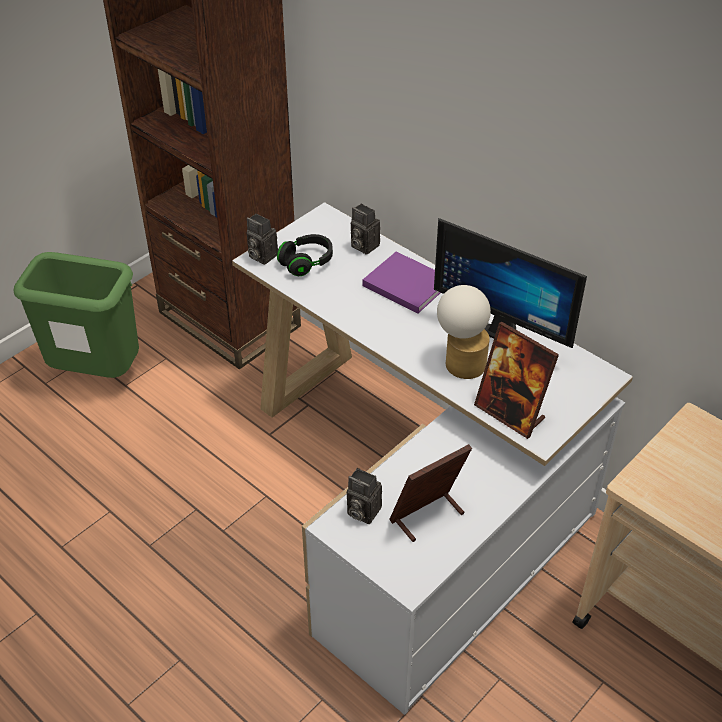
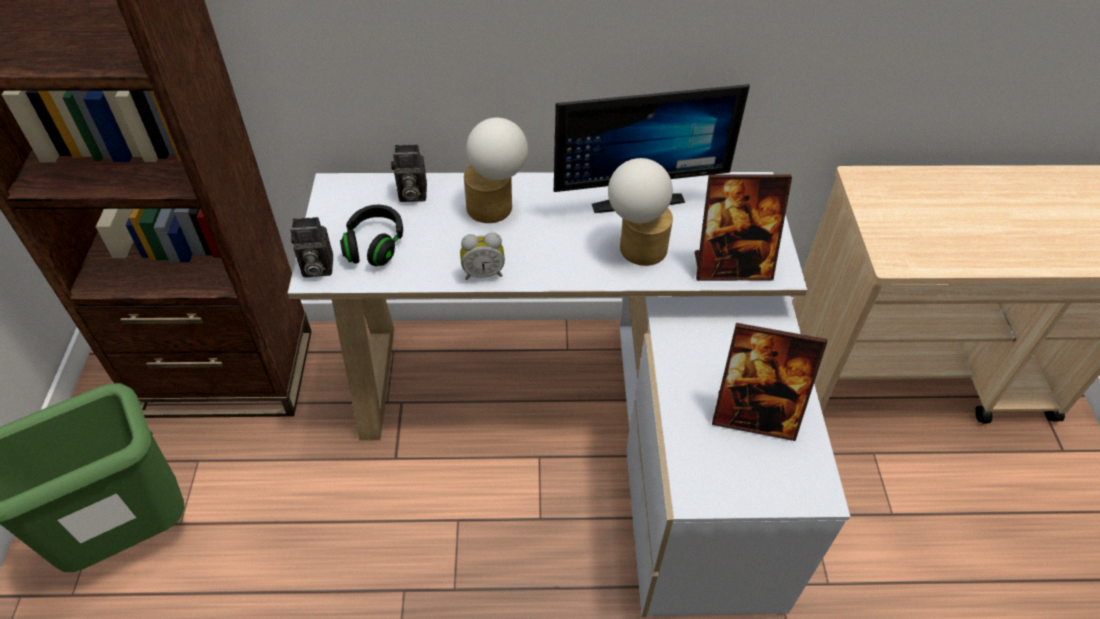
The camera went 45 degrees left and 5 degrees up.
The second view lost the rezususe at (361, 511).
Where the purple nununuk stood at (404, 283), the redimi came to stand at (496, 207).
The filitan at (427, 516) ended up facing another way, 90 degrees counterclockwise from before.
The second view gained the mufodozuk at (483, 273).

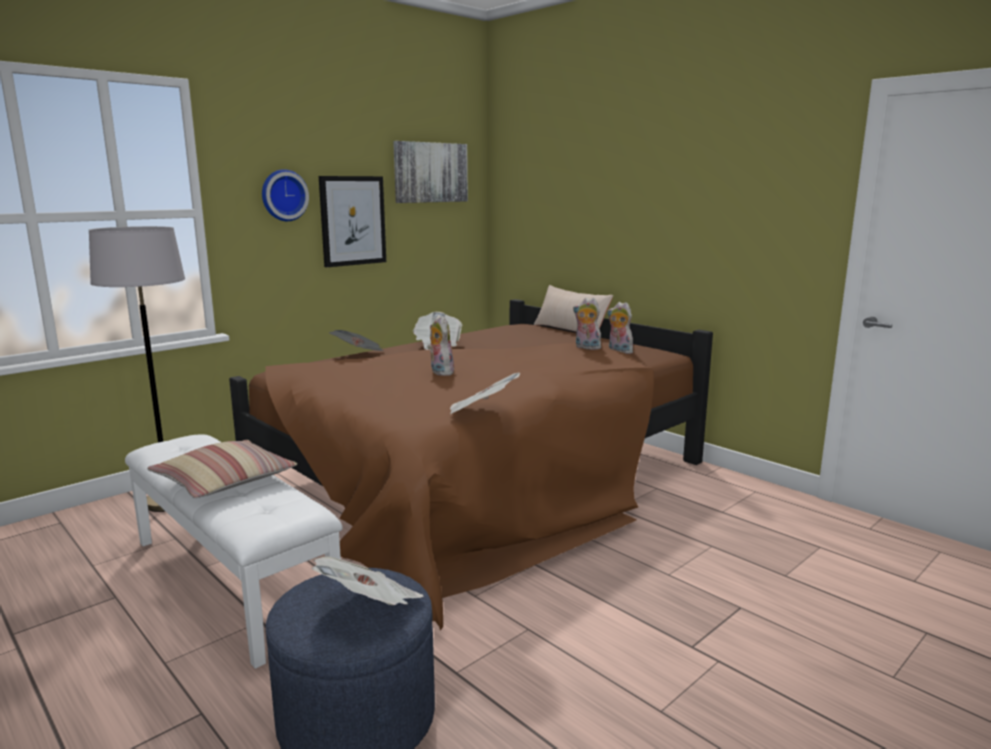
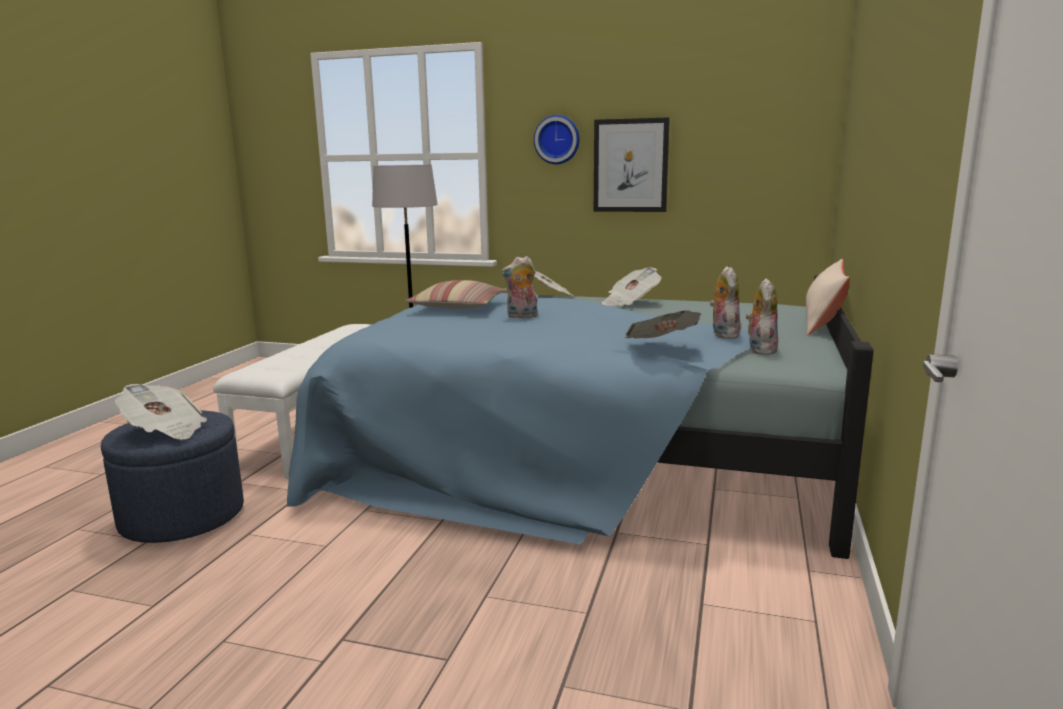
The camera went 60 degrees right and 0 degrees up.
The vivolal ended up elsewhere, having gone from (224, 481) to (458, 307).
What was the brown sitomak at (480, 480) turned into the blue sitomak at (586, 453).
The second view lost the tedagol at (430, 172).
The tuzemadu at (440, 372) ended up facing another way, 135 degrees counterclockwise from before.
The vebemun ended up elsewhere, having gone from (481, 412) to (661, 346).

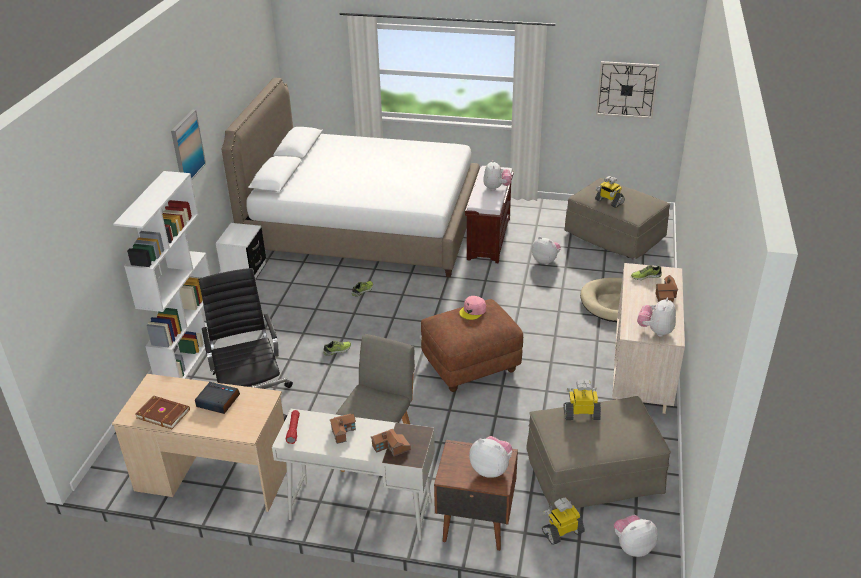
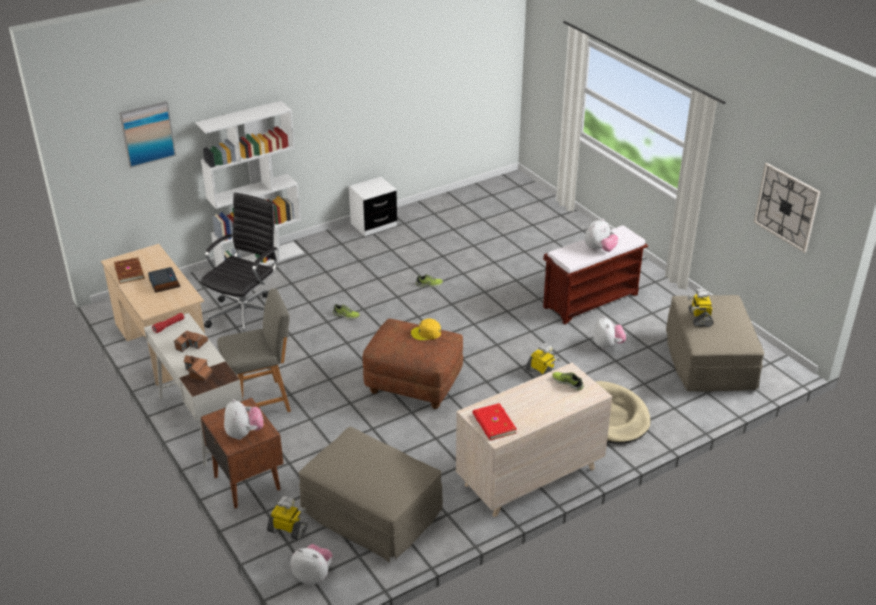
The camera went 45 degrees right and 0 degrees up.
The tedagol ended up elsewhere, having gone from (187, 147) to (147, 134).
The second view lost the white sitomak at (364, 227).
What was the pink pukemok at (473, 311) turned into the yellow pukemok at (426, 333).
The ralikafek ended up elsewhere, having gone from (581, 414) to (542, 373).
Where the tuzemadu stood at (655, 331), the red nununuk came to stand at (493, 424).
The second view lost the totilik at (665, 294).

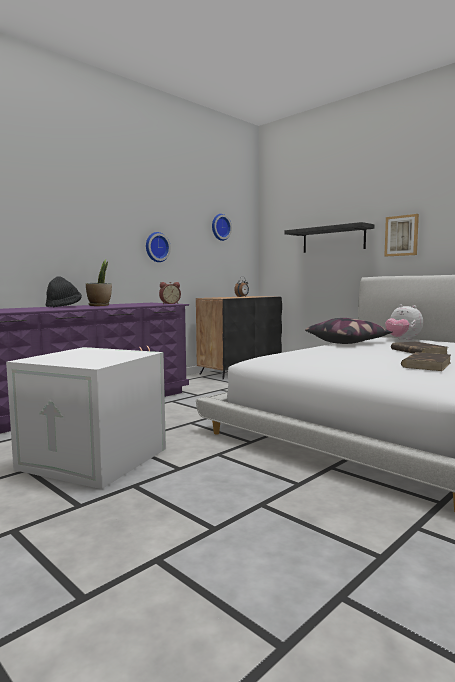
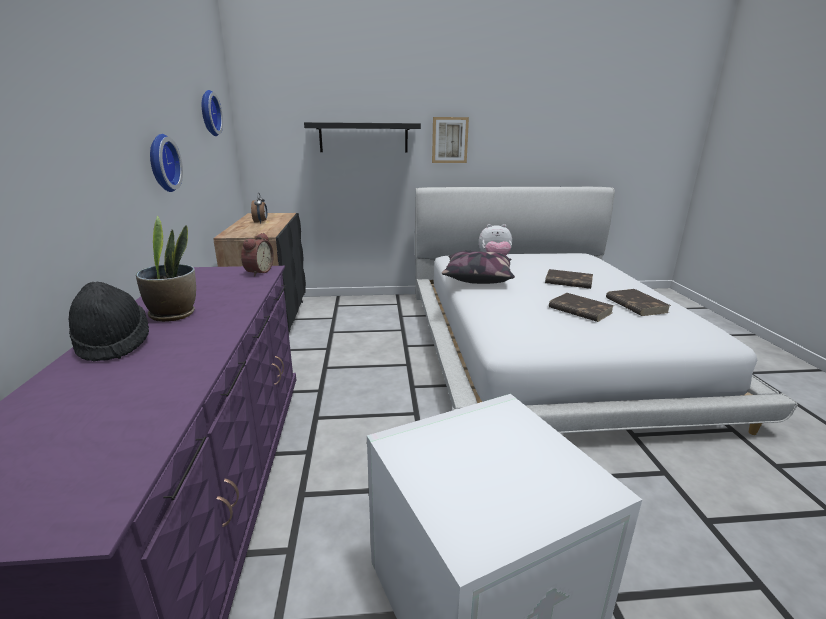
The camera went 50 degrees left and 15 degrees up.
The second view gained the brown nununuk at (579, 310).

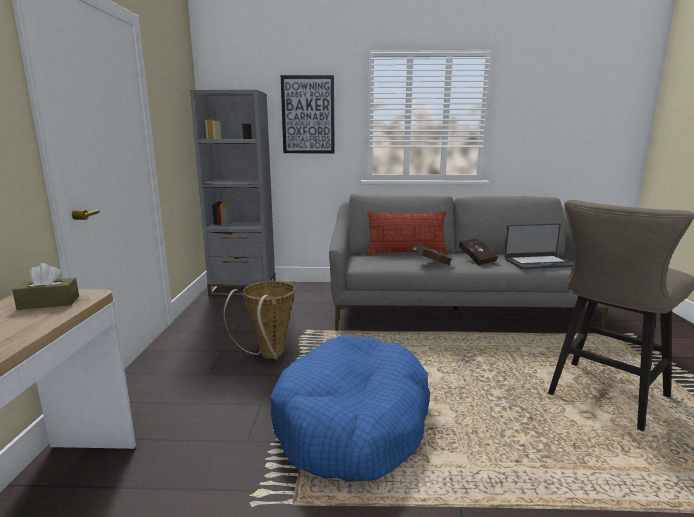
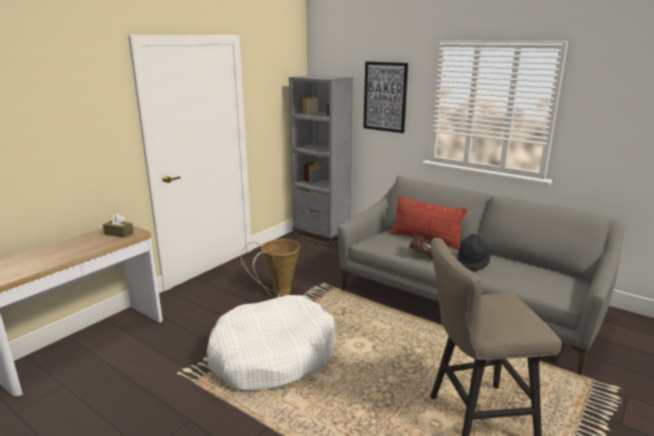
The camera went 35 degrees right and 5 degrees up.
What was the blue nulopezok at (353, 422) turned into the white nulopezok at (273, 356).
Where the red nununuk stood at (476, 259), the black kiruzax came to stand at (472, 262).
The second view lost the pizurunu at (538, 262).

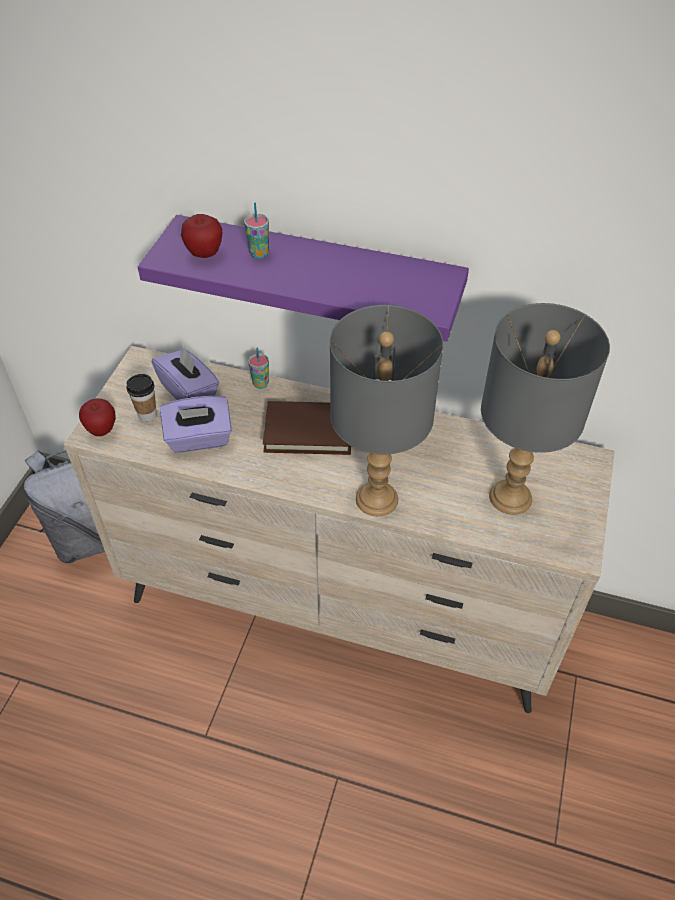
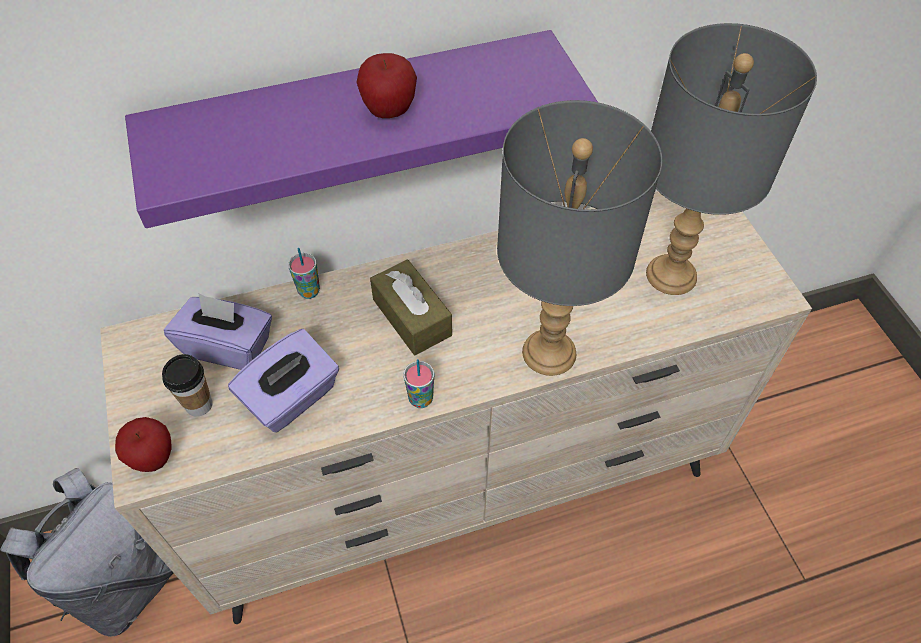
The camera went 35 degrees left and 5 degrees up.
The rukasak ended up elsewhere, having gone from (204, 254) to (389, 112).
The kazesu ended up elsewhere, having gone from (259, 254) to (420, 399).
Where the brown nununuk stood at (308, 431), the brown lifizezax came to stand at (412, 317).

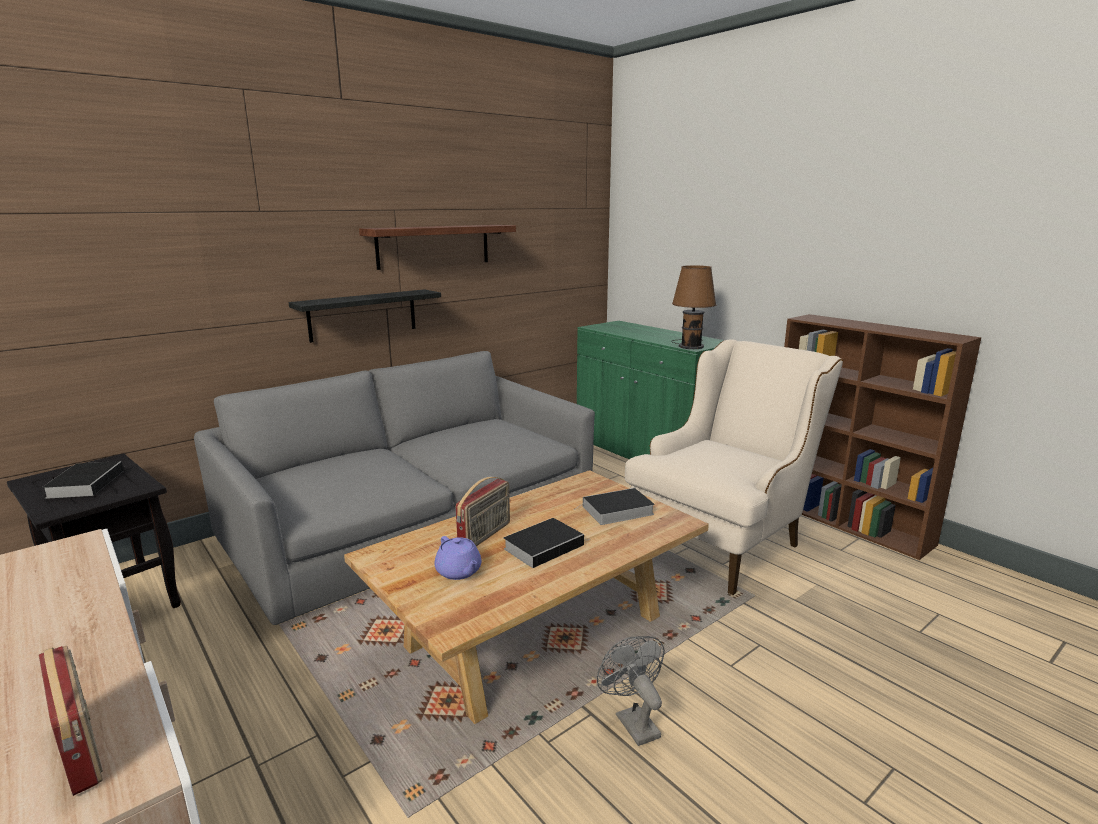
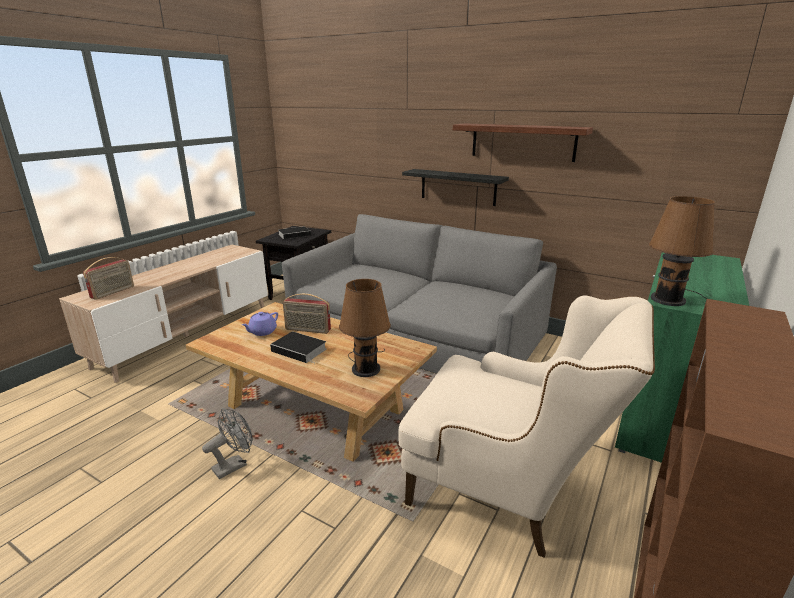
The camera went 70 degrees right and 5 degrees up.
Where the nununuk stood at (616, 511), the brown redimi came to stand at (365, 367).

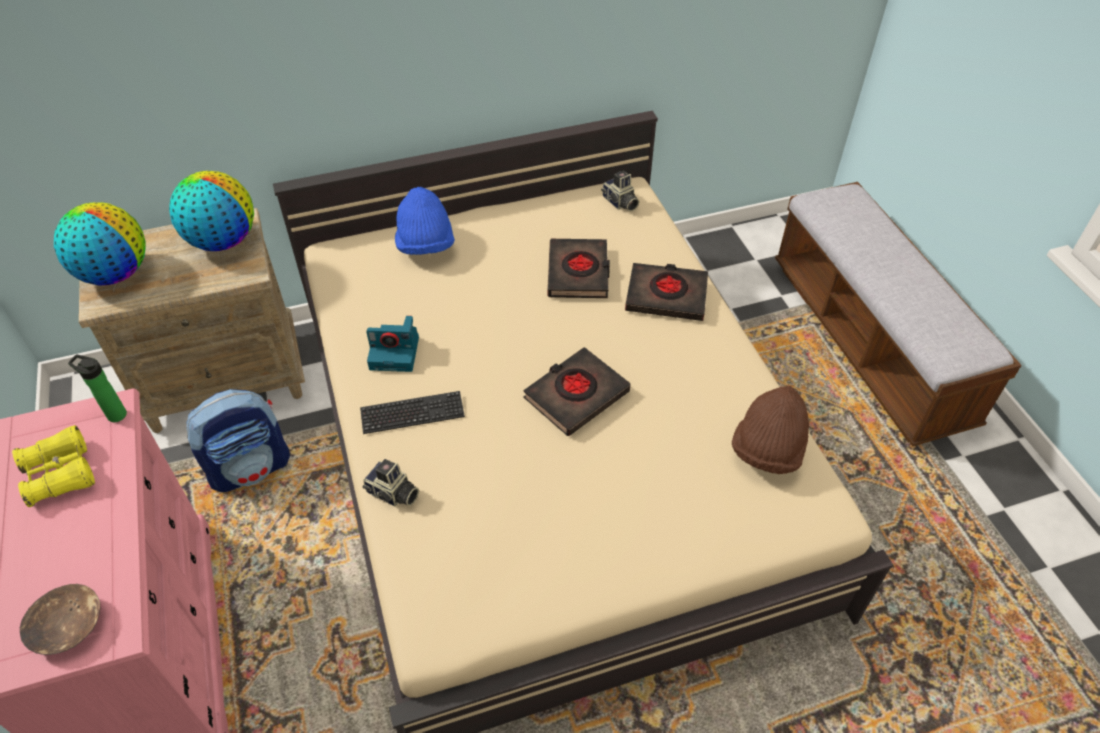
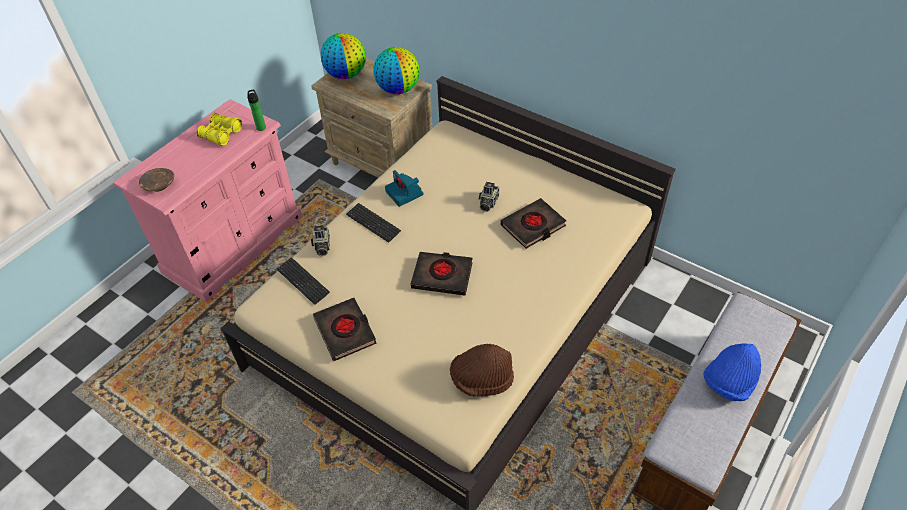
The camera went 55 degrees right and 0 degrees up.
The second view lost the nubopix at (251, 467).
The blue kiruzax ended up elsewhere, having gone from (425, 245) to (729, 382).
The rezususe ended up elsewhere, having gone from (620, 203) to (488, 203).
The black nununuk ended up elsewhere, having gone from (666, 296) to (345, 331).
The second view gained the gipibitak at (303, 281).

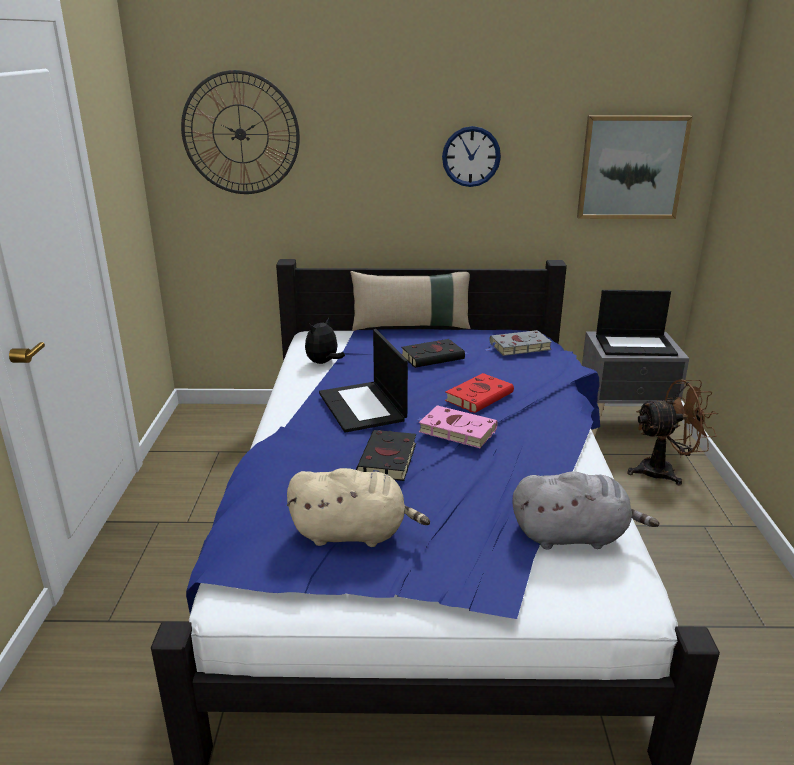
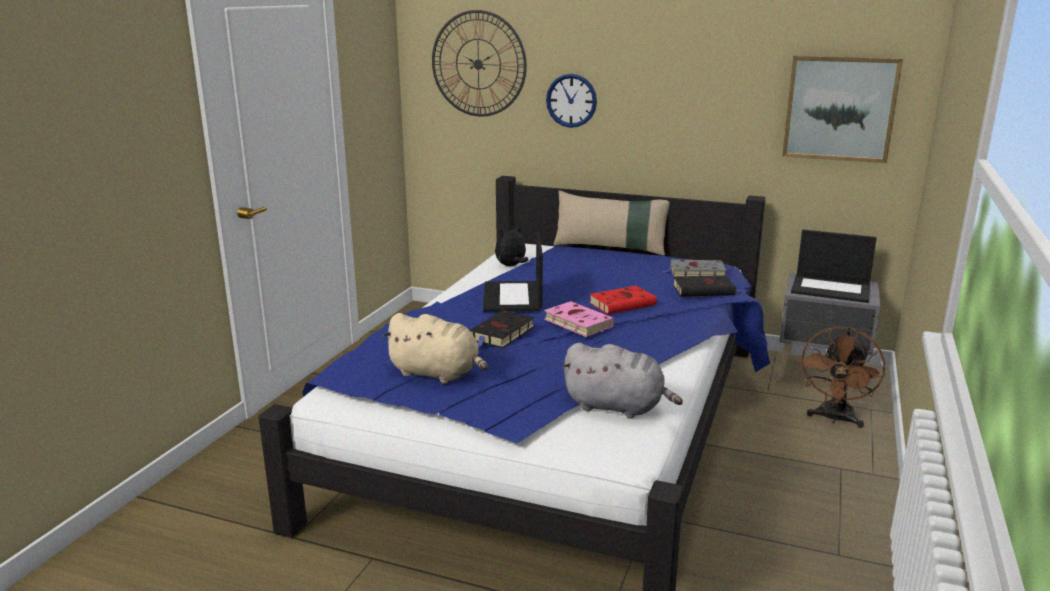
The camera went 20 degrees right and 5 degrees down.
The black nununuk ended up elsewhere, having gone from (434, 357) to (705, 290).
The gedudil ended up elsewhere, having gone from (471, 156) to (571, 100).
The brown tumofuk at (664, 471) ended up facing another way, 105 degrees clockwise from before.

